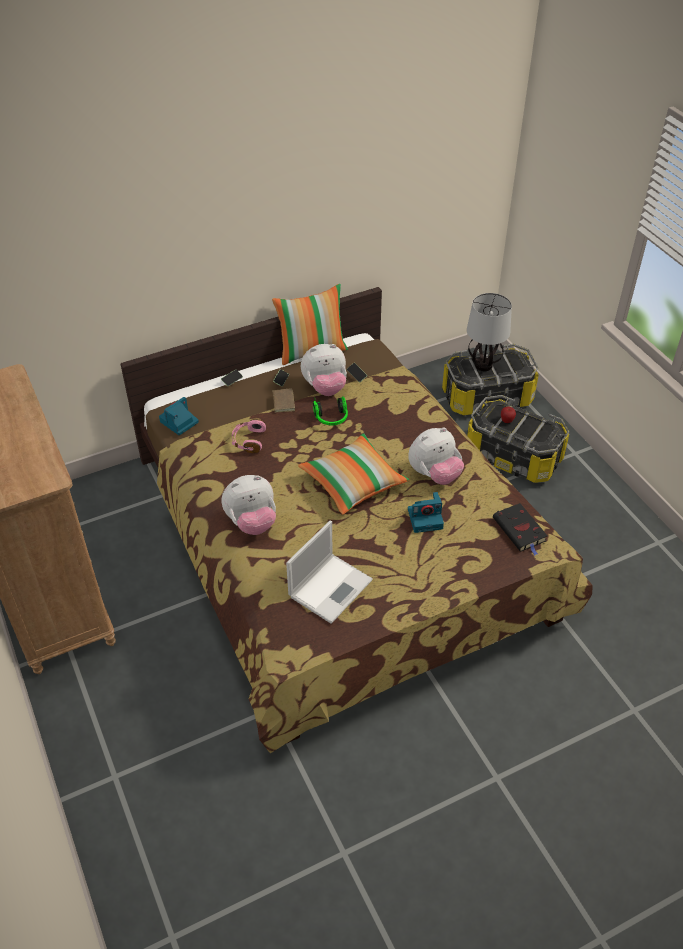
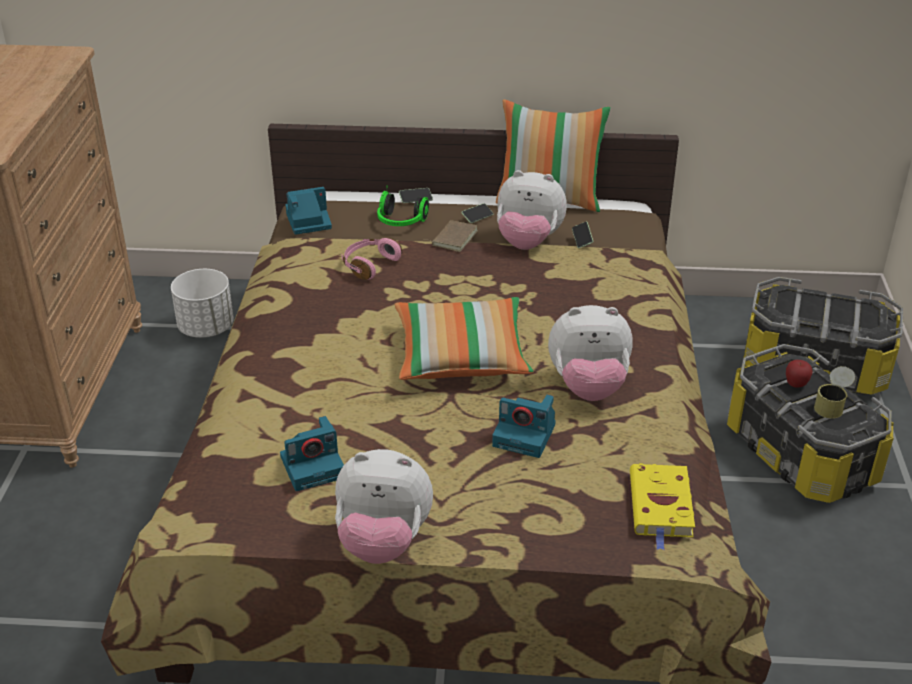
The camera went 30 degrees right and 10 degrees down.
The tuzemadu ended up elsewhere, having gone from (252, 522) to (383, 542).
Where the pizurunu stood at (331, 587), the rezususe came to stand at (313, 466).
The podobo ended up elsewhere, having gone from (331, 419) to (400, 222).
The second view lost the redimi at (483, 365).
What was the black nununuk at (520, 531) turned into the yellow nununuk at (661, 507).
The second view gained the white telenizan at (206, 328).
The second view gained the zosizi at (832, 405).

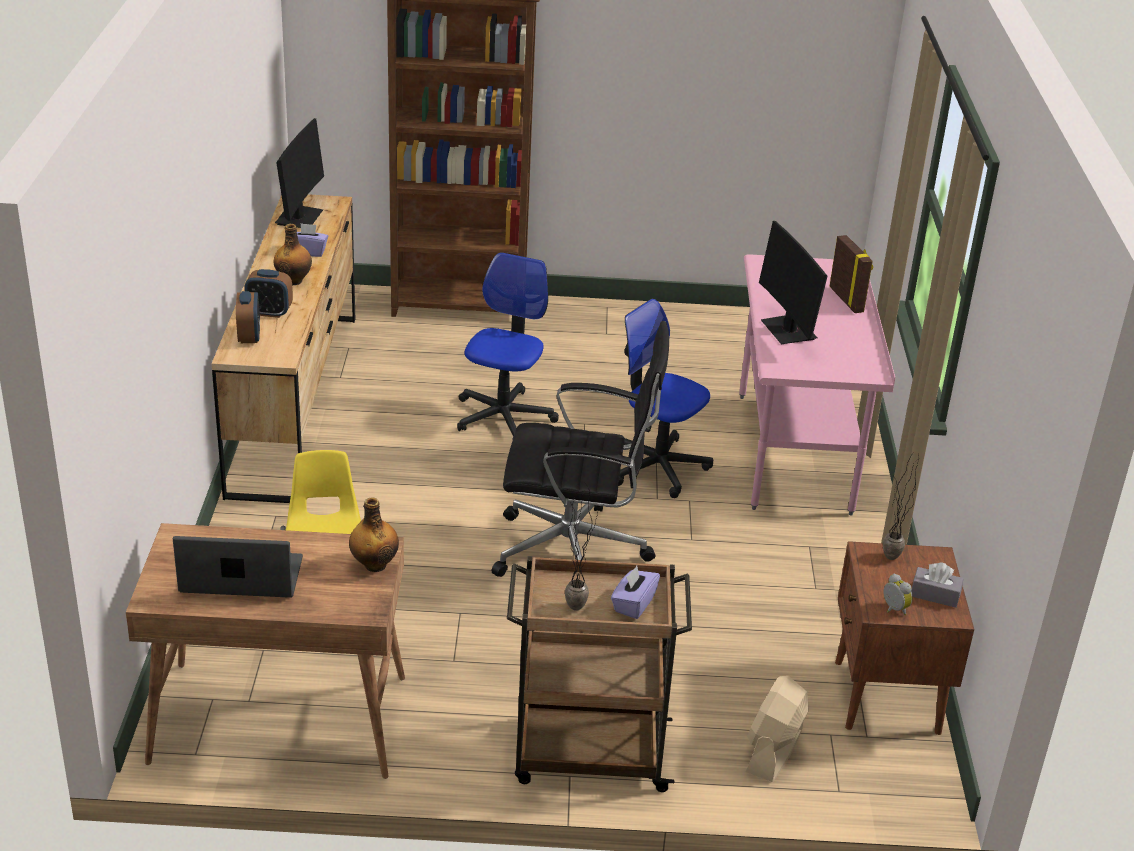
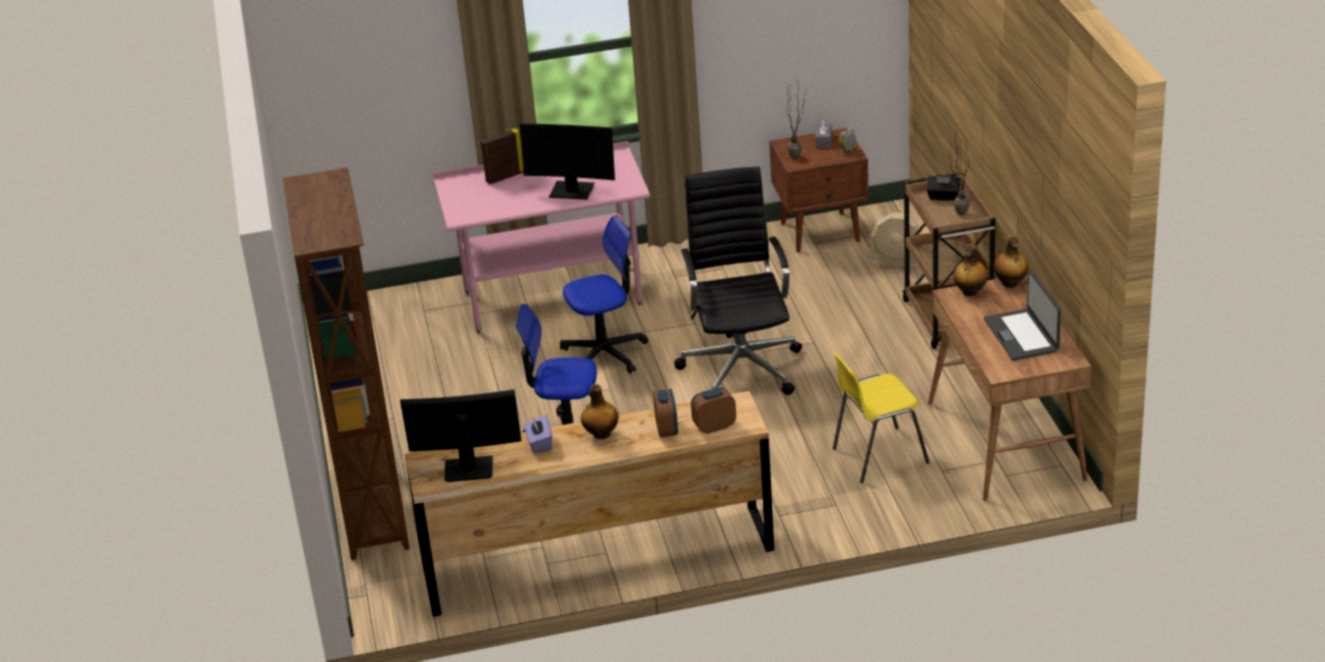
The camera went 100 degrees left and 0 degrees up.
What was the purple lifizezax at (633, 604) turned into the black lifizezax at (943, 197).
The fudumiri at (657, 467) ended up facing another way, 135 degrees counterclockwise from before.
The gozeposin at (788, 330) ended up facing another way, 45 degrees clockwise from before.
The second view gained the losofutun at (1010, 284).

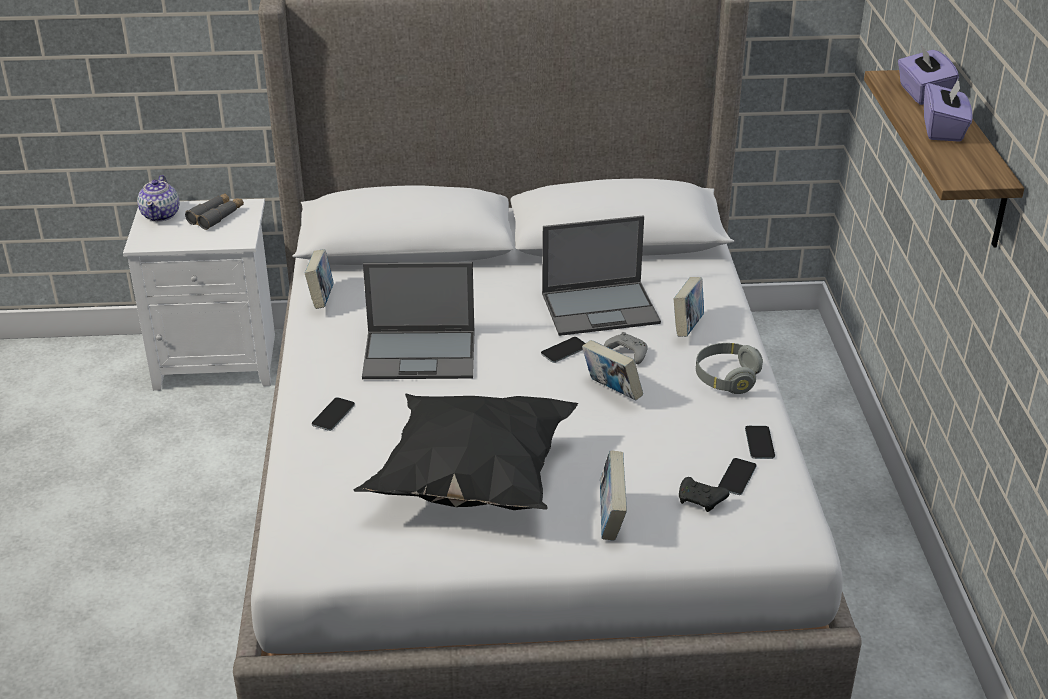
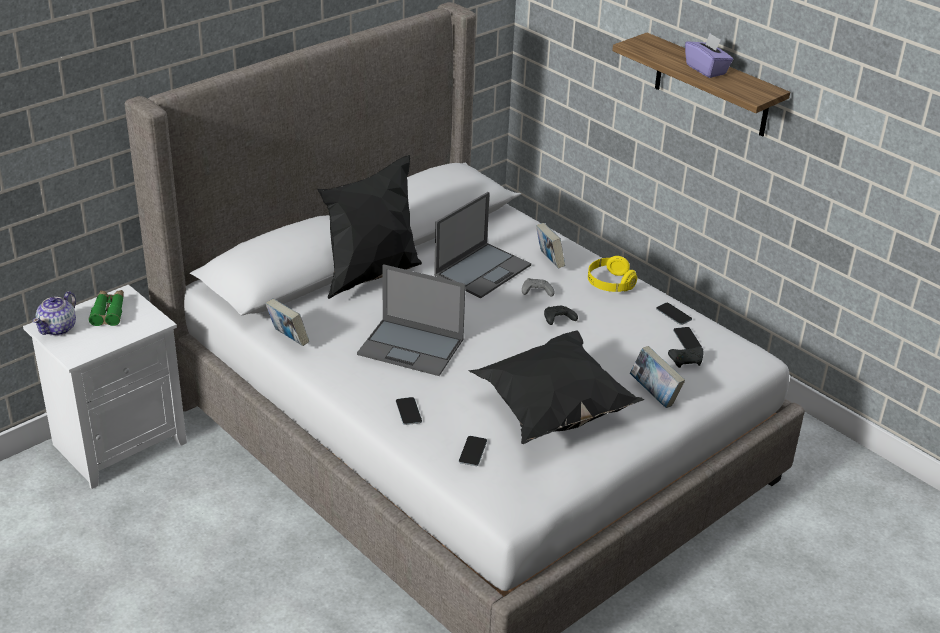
The camera went 40 degrees left and 0 degrees up.
The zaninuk at (161, 214) ended up facing another way, 60 degrees clockwise from before.
What was the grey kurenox at (216, 216) turned into the green kurenox at (108, 312).
The pizurunu at (421, 354) ended up facing another way, 60 degrees clockwise from before.
The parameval ended up elsewhere, having gone from (564, 350) to (473, 451).
Where the nununuk stood at (611, 392), the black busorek came to stand at (558, 320).
What was the grey podobo at (726, 378) turned into the yellow podobo at (610, 284).
The second view lost the purple lifizezax at (922, 94).
The second view gained the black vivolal at (371, 275).

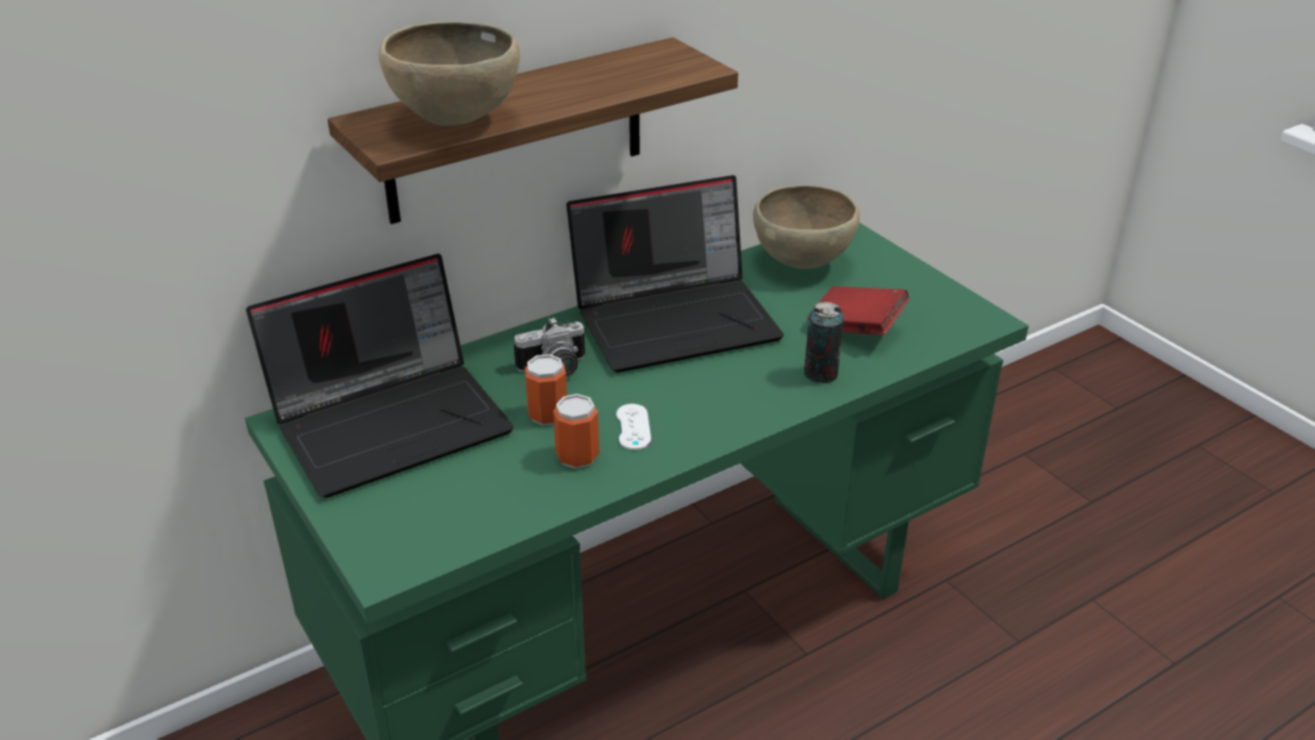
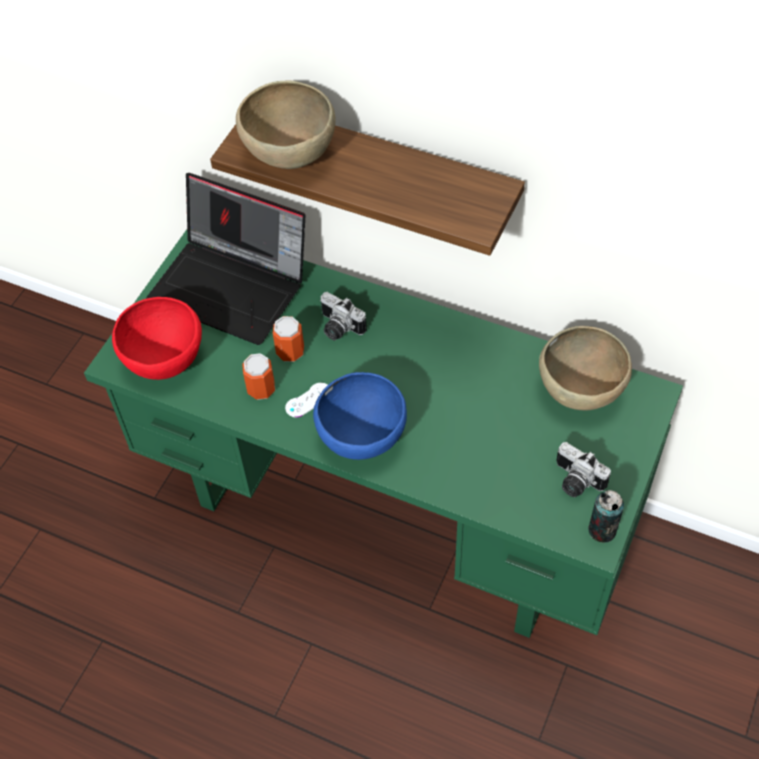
The camera went 60 degrees right and 20 degrees up.
The second view lost the pizurunu at (677, 319).
The zosizi ended up elsewhere, having gone from (820, 374) to (602, 530).
The second view lost the red nununuk at (855, 329).
The second view gained the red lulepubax at (164, 361).
The second view gained the blue lulepubax at (363, 439).
The second view gained the rezususe at (575, 482).

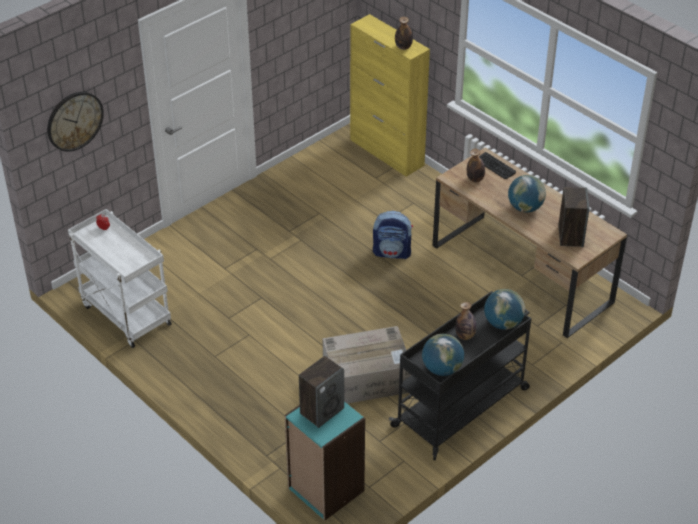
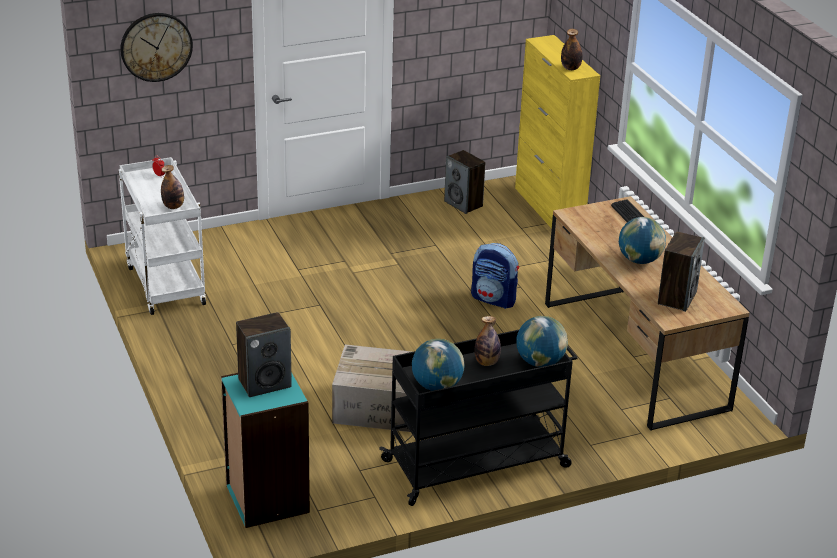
The camera went 20 degrees right and 10 degrees down.
The losofutun ended up elsewhere, having gone from (475, 179) to (173, 206).
The second view gained the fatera at (464, 204).

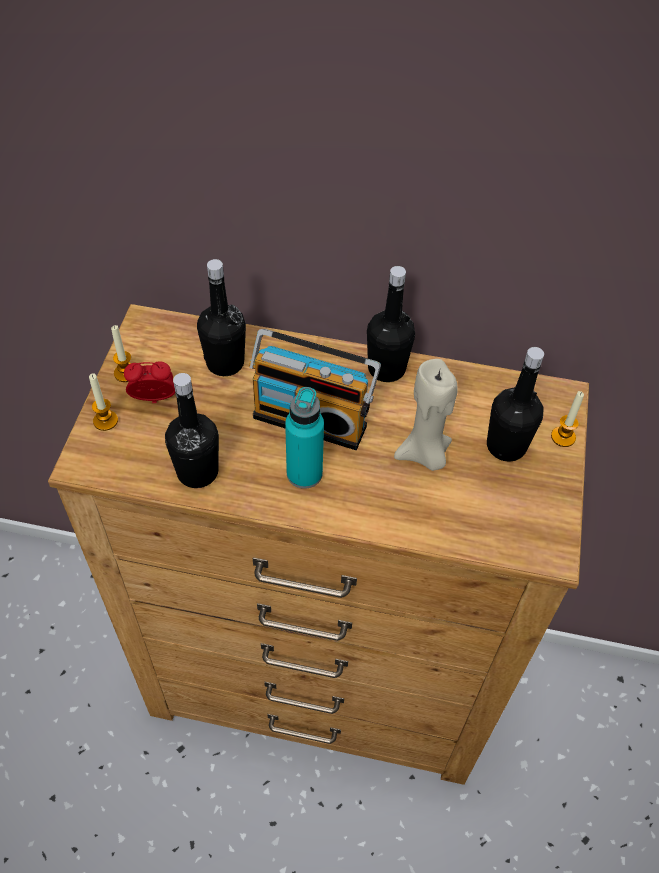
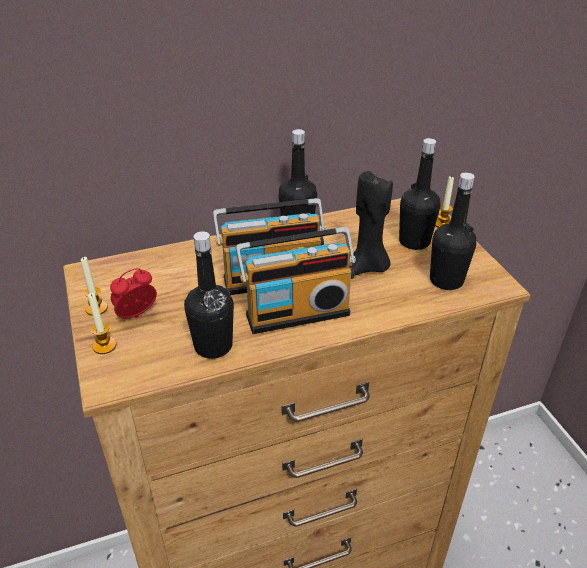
The camera went 30 degrees left and 15 degrees down.
The black losofutun ended up elsewhere, having gone from (225, 363) to (446, 280).
Where the turquoise losofutun stood at (304, 473), the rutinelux came to stand at (296, 312).
What was the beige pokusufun at (424, 455) turned into the black pokusufun at (368, 267).

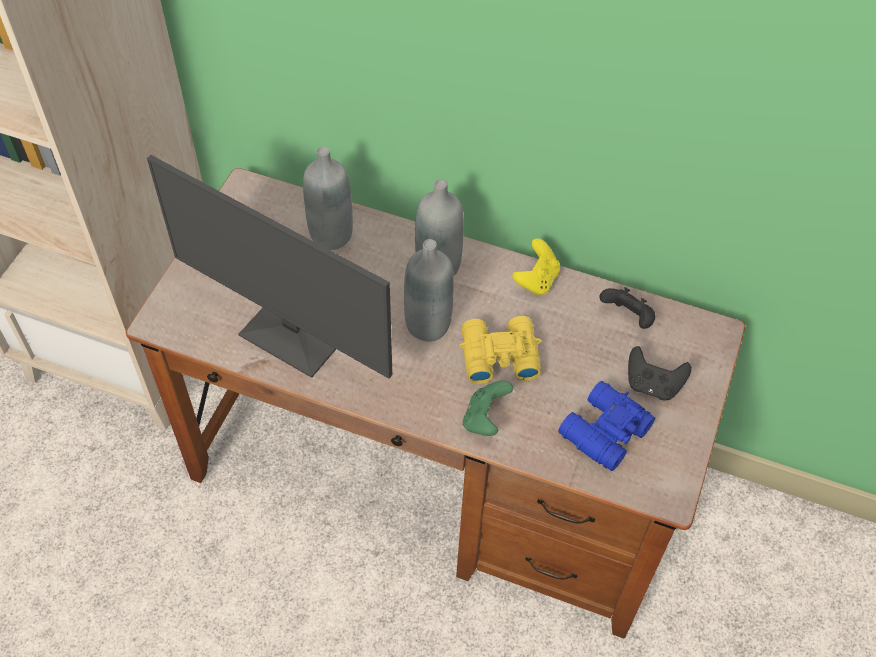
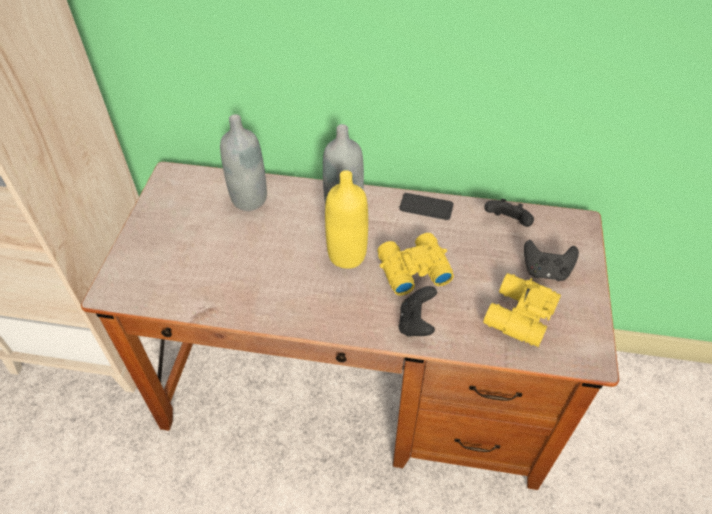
The camera went 10 degrees left and 5 degrees down.
The second view lost the gozeposin at (295, 333).
What was the grey losofutun at (428, 325) turned into the yellow losofutun at (347, 255).
What was the green busorek at (485, 419) turned into the black busorek at (416, 323).
Where the yellow busorek stood at (536, 280), the parameval came to stand at (426, 207).
What was the blue kurenox at (601, 432) turned into the yellow kurenox at (517, 316).

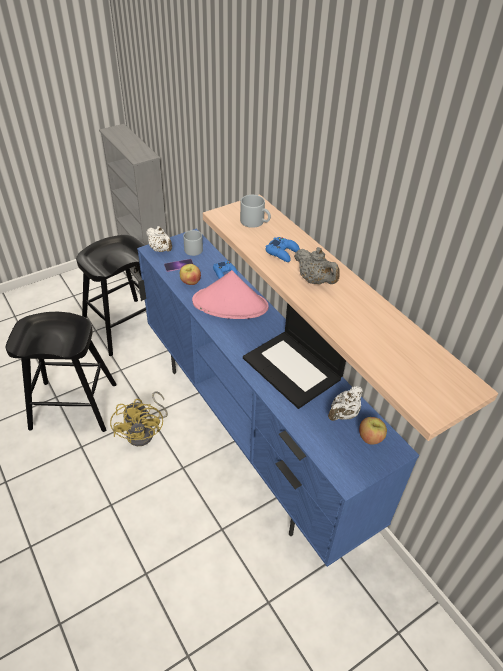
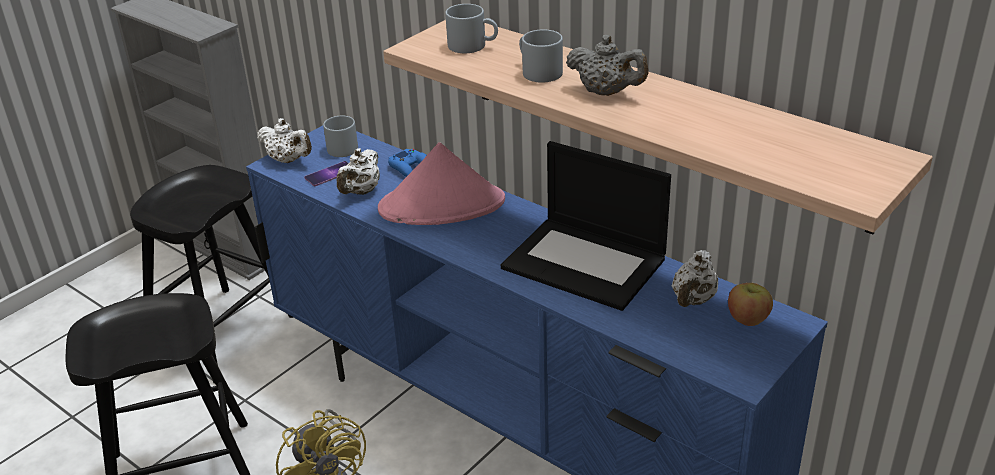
The camera went 15 degrees left and 10 degrees down.
Where the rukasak stood at (190, 282), the white zaninuk came to stand at (361, 191).
Where the blue busorek stood at (282, 252), the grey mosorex came to stand at (537, 71).

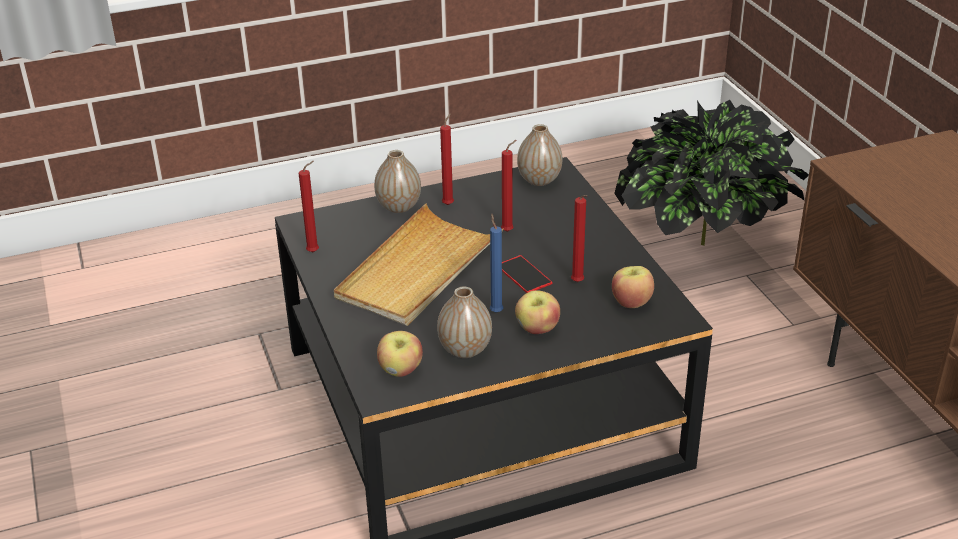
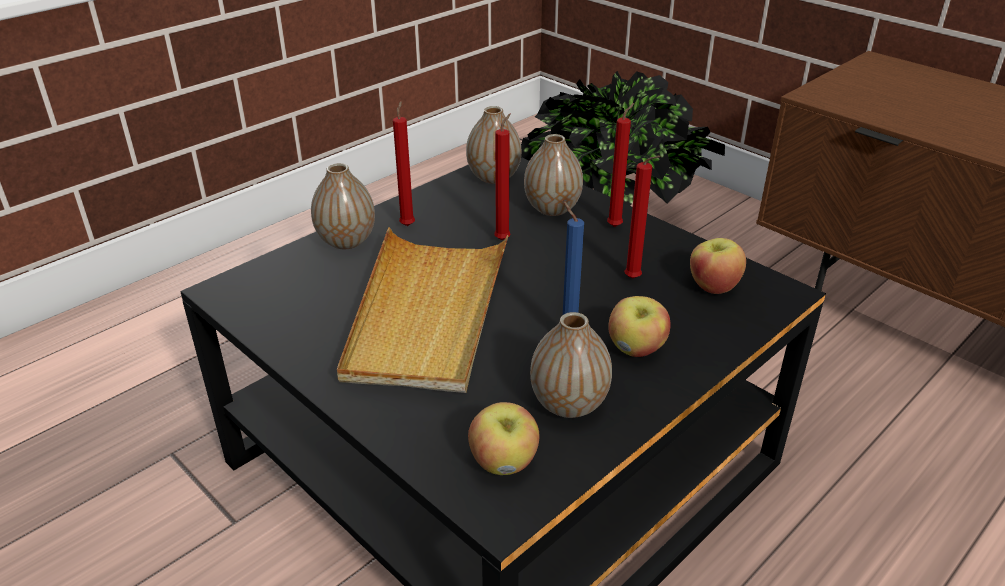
The camera went 25 degrees left and 0 degrees up.
The red pokusufun ended up elsewhere, having gone from (315, 252) to (616, 226).
The second view lost the parameval at (524, 274).
The second view gained the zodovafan at (552, 208).

